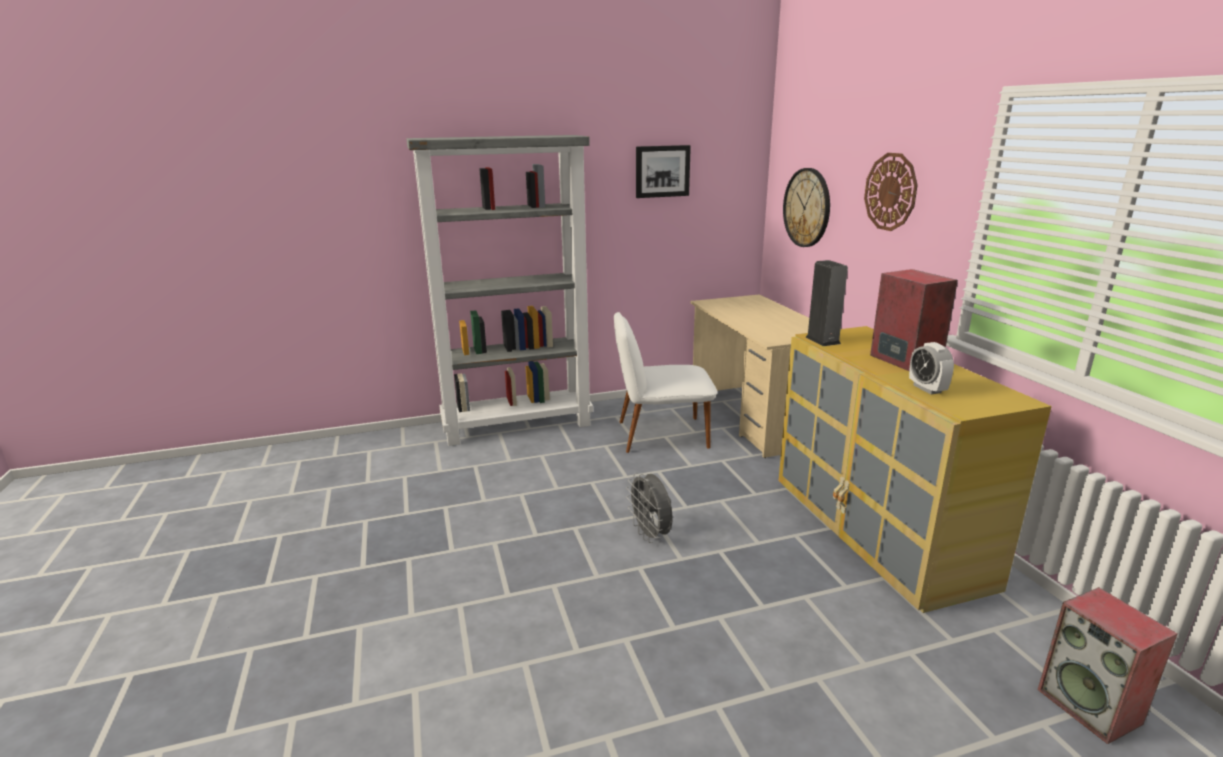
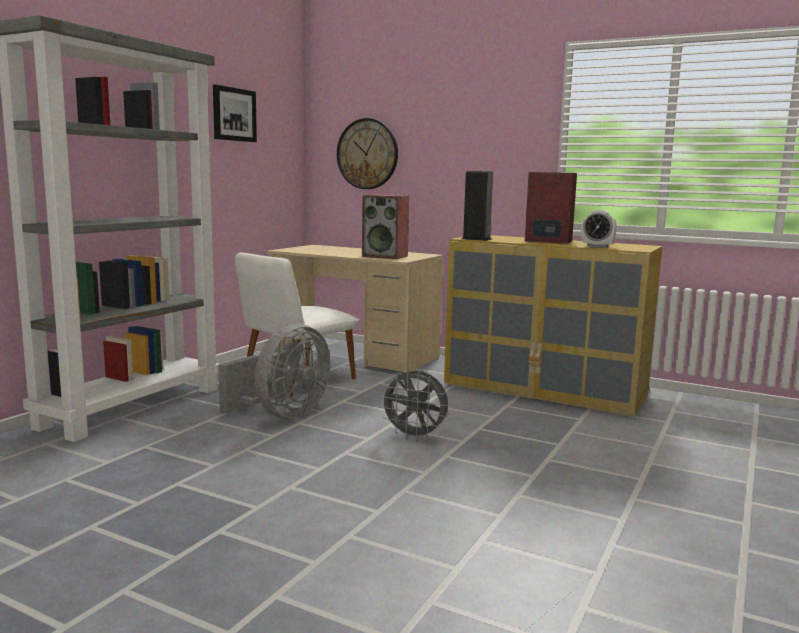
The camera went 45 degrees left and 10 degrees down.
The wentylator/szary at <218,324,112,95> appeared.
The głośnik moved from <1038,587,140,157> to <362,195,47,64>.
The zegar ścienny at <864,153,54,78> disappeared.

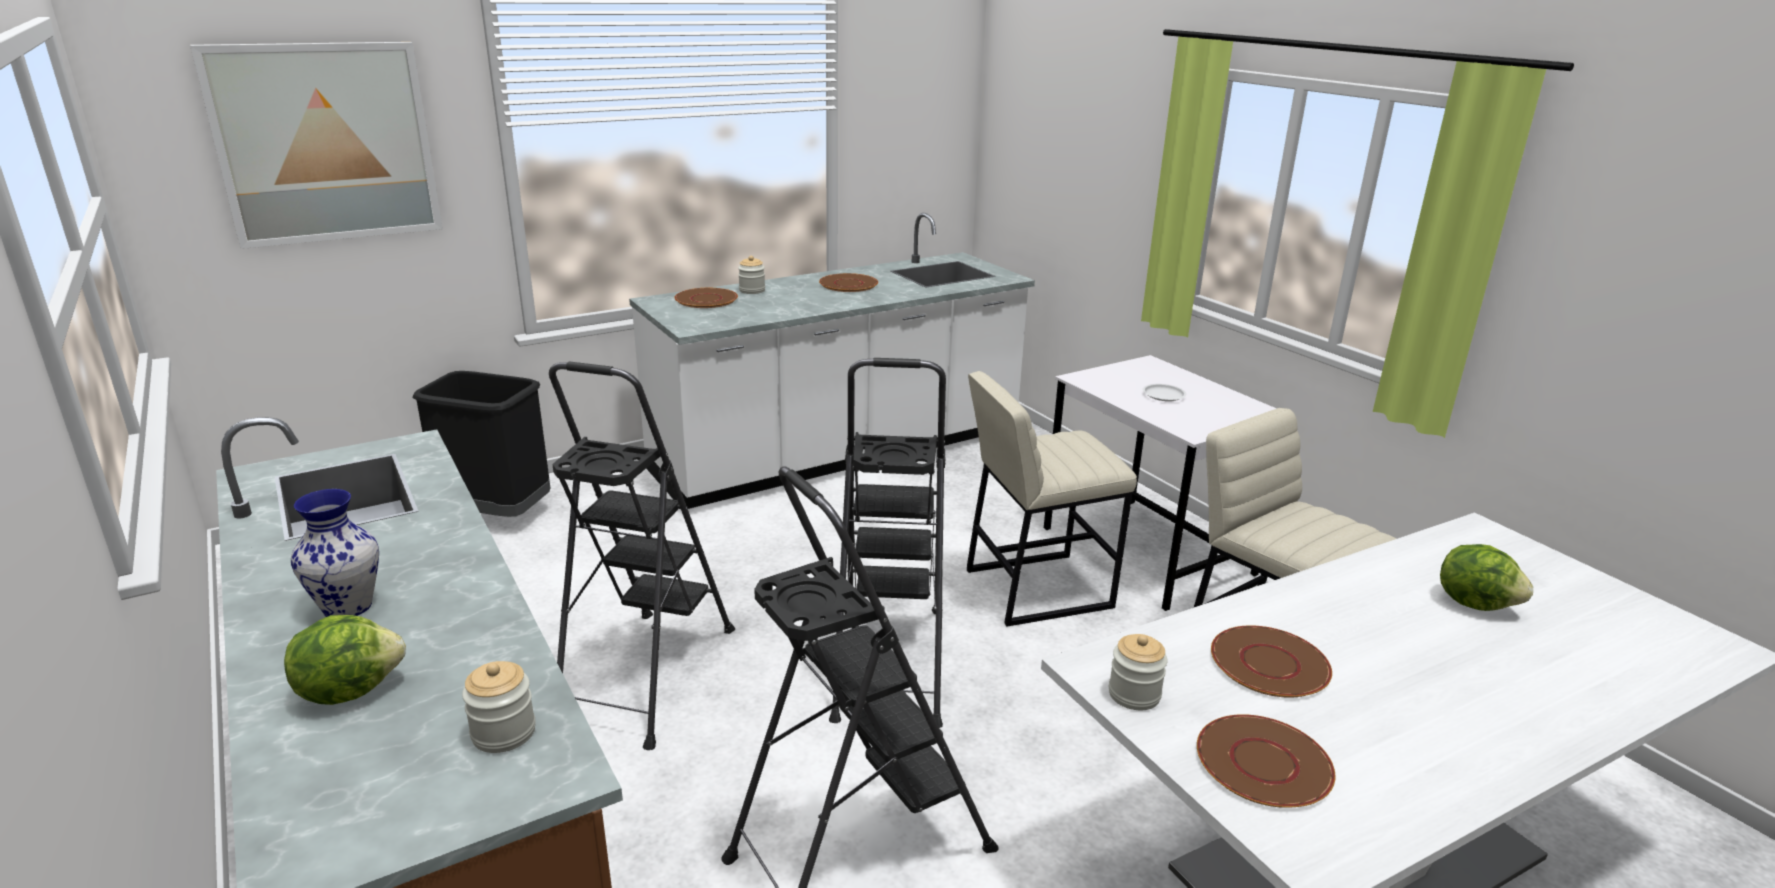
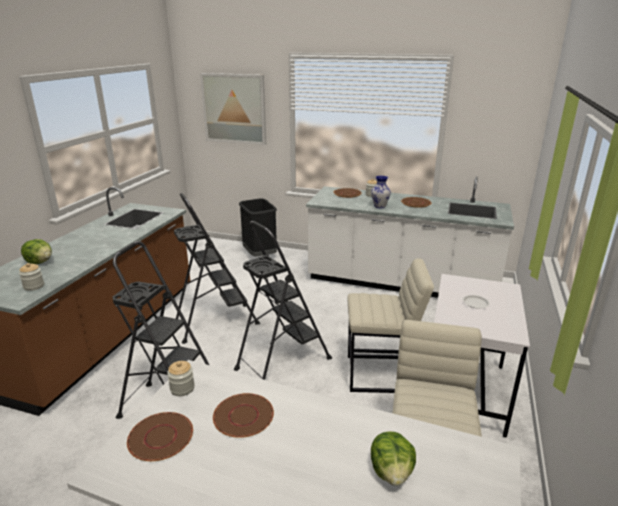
The camera went 50 degrees right and 0 degrees up.
The krzesło/beżowy at <967,371,170,256> turned 150 degrees clockwise.
The wazon moved from <291,489,88,128> to <371,176,20,32>.

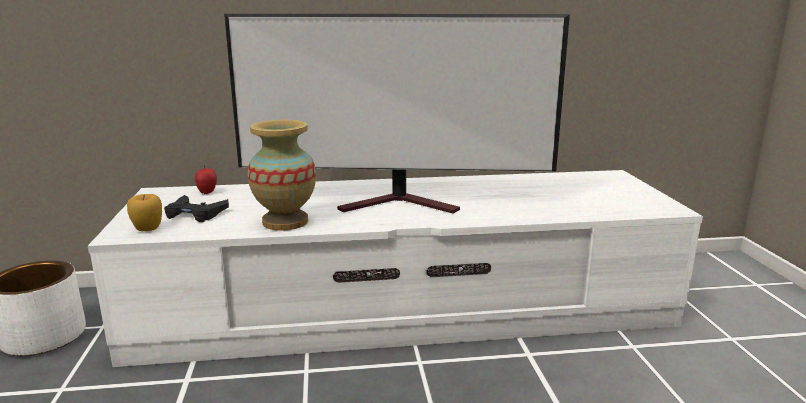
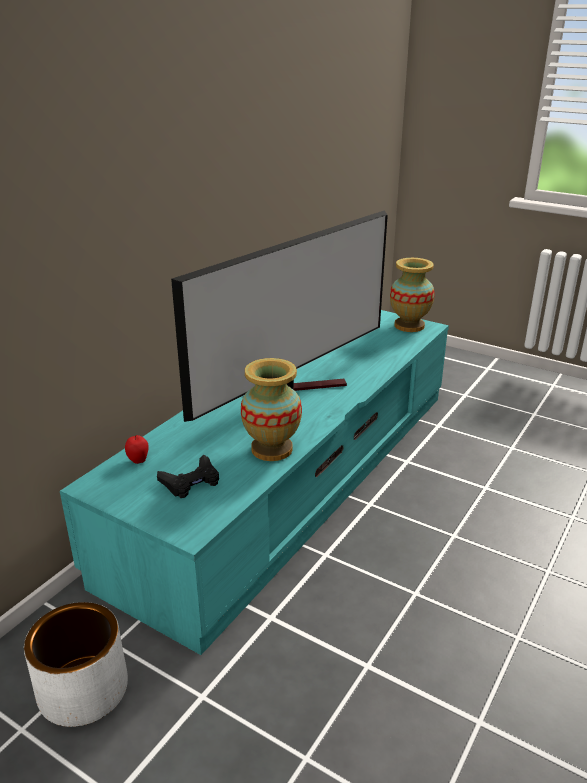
The camera went 50 degrees left and 10 degrees up.
The szafka pod telewizor/biały at <88,170,615,197> became the szafka pod telewizor/turkusowy at <60,310,389,345>.
The wazon at <390,258,45,74> appeared.
The jabłko at <127,194,35,37> disappeared.

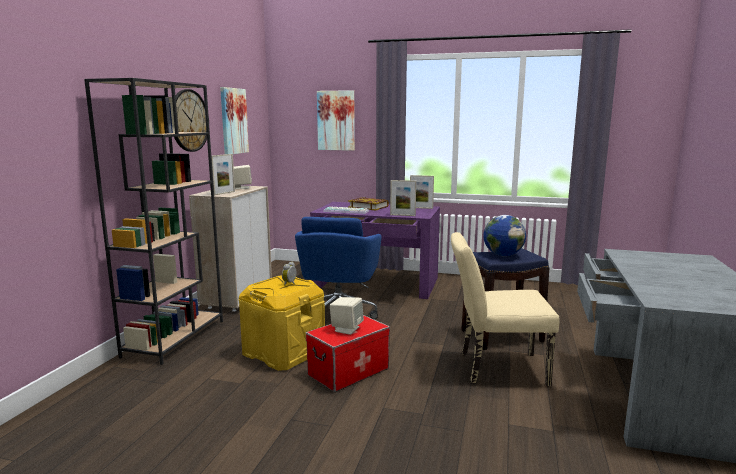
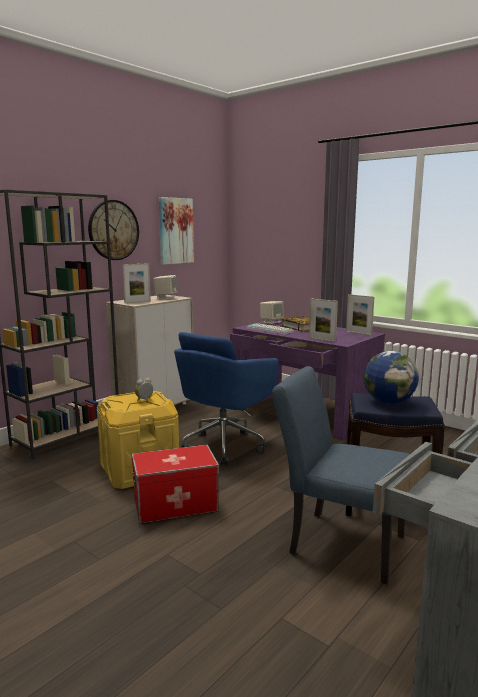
The camera went 25 degrees right and 0 degrees up.
The głośnik/beżowy moved from <330,297,34,38> to <260,301,24,23>.
The krzesło/beżowy at <451,232,108,154> became the krzesło/niebieski at <272,366,138,219>.
The obraz at <317,90,38,61> disappeared.

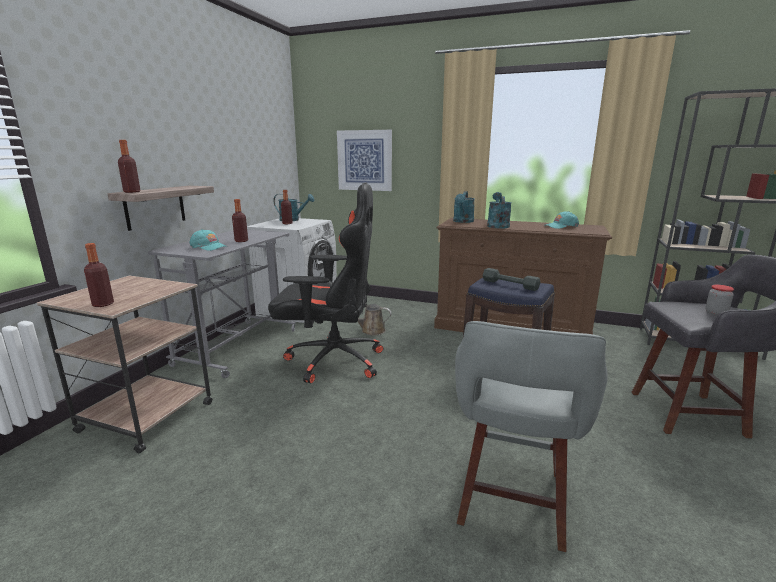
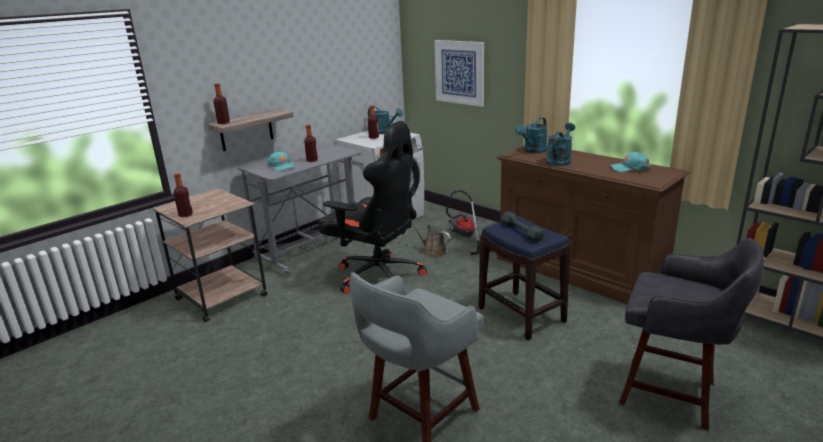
The camera went 25 degrees right and 5 degrees up.
The odkurzacz at <446,190,47,65> appeared.
The słoik at <706,285,28,31> disappeared.

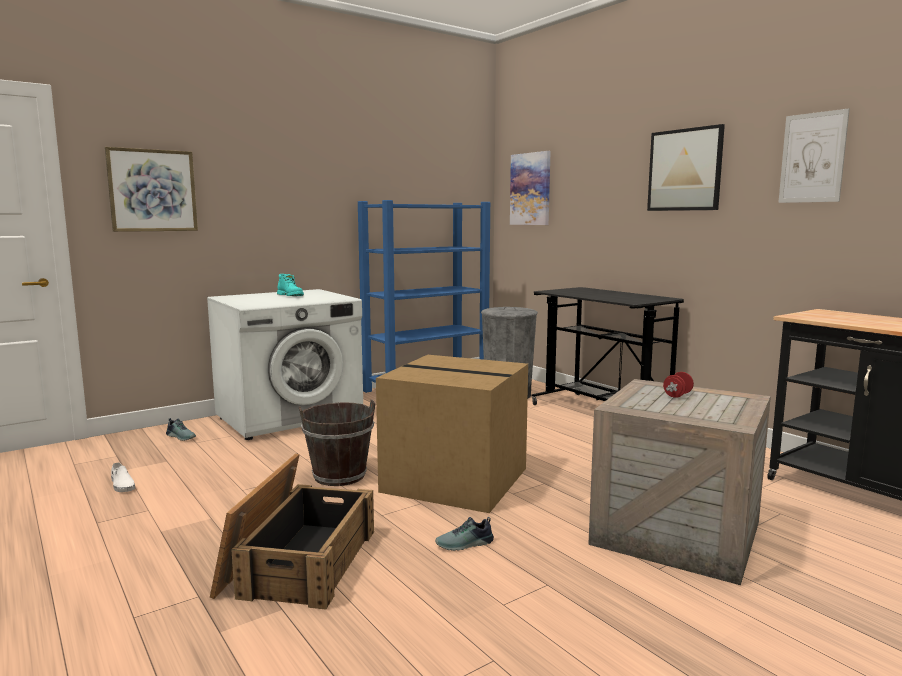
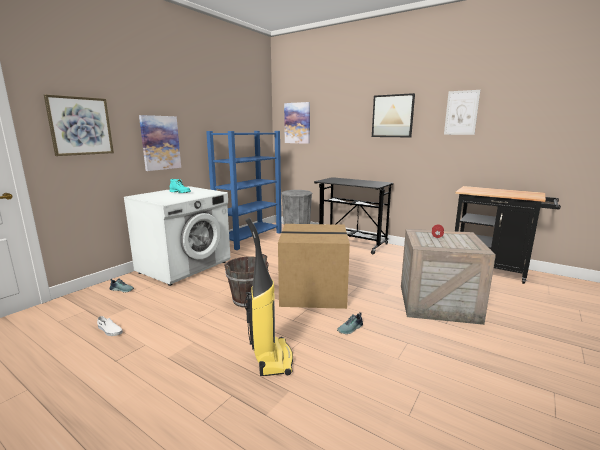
The camera went 20 degrees left and 5 degrees up.
The obraz at <139,115,42,56> appeared.
The skrzynka at <210,453,164,157> was replaced by the odkurzacz at <244,218,49,158>.

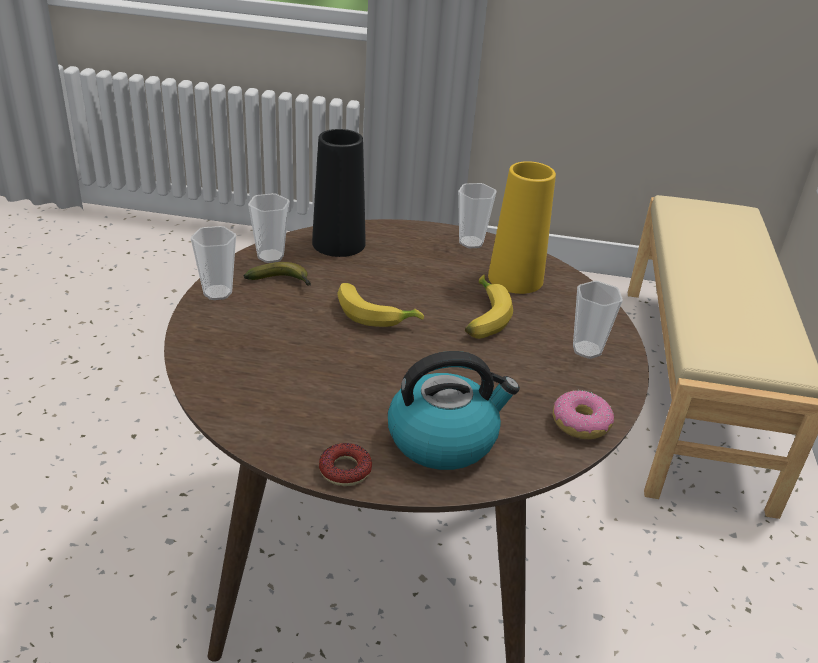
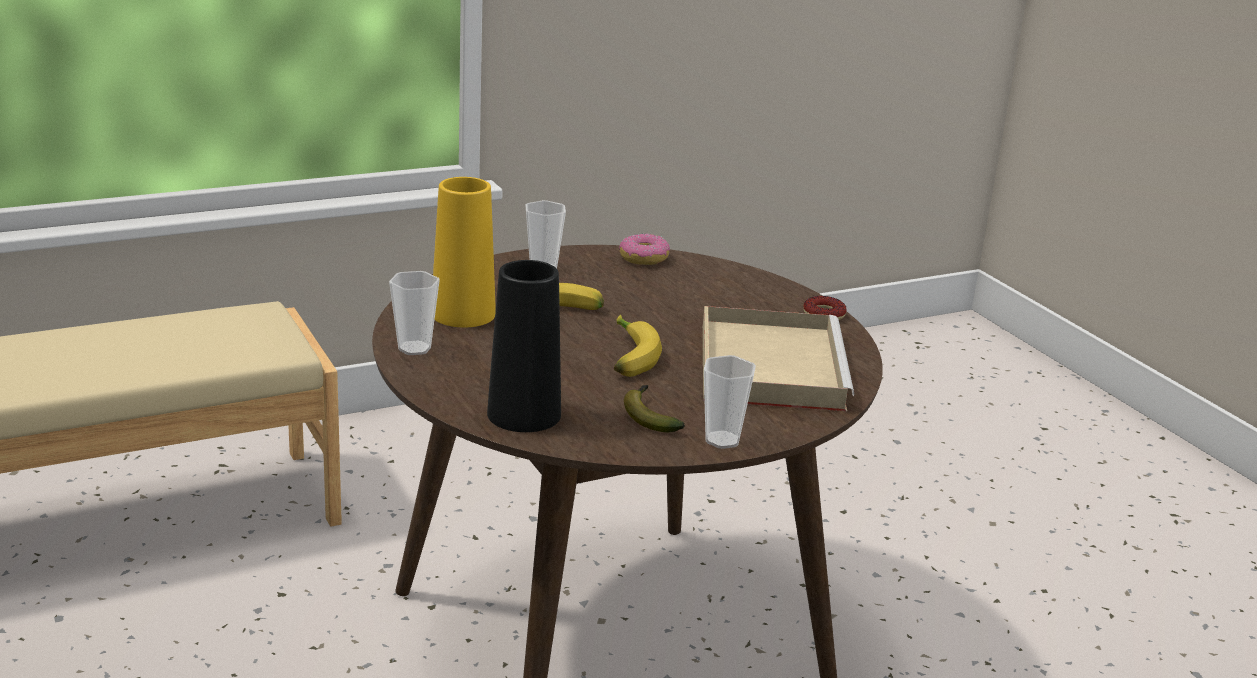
The camera went 125 degrees left and 10 degrees down.
The taca/beżowy at <703,306,151,105> appeared.
The filiżanka at <248,193,42,70> disappeared.
The czajnik at <388,351,132,119> disappeared.

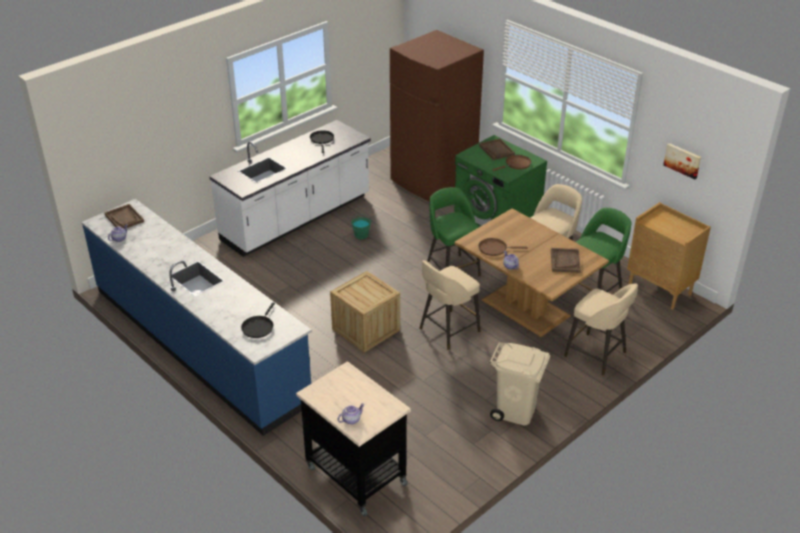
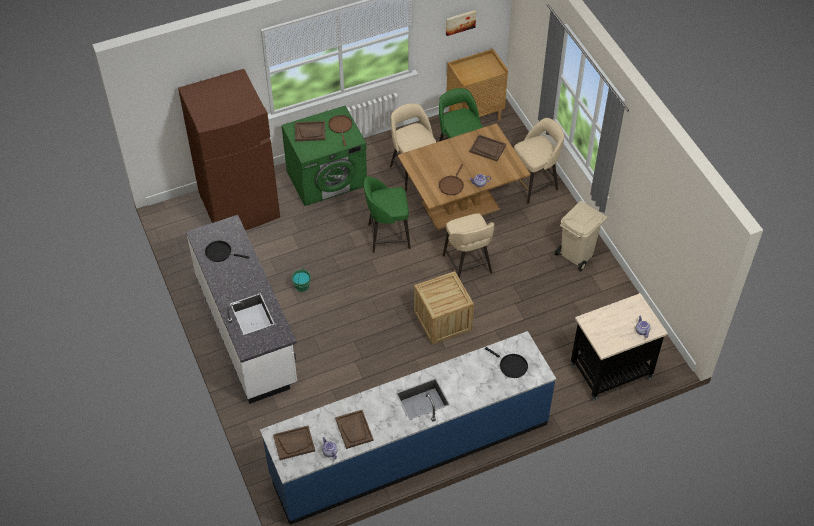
The camera went 70 degrees left and 15 degrees up.
The taca/brązowy at <335,410,38,39> appeared.

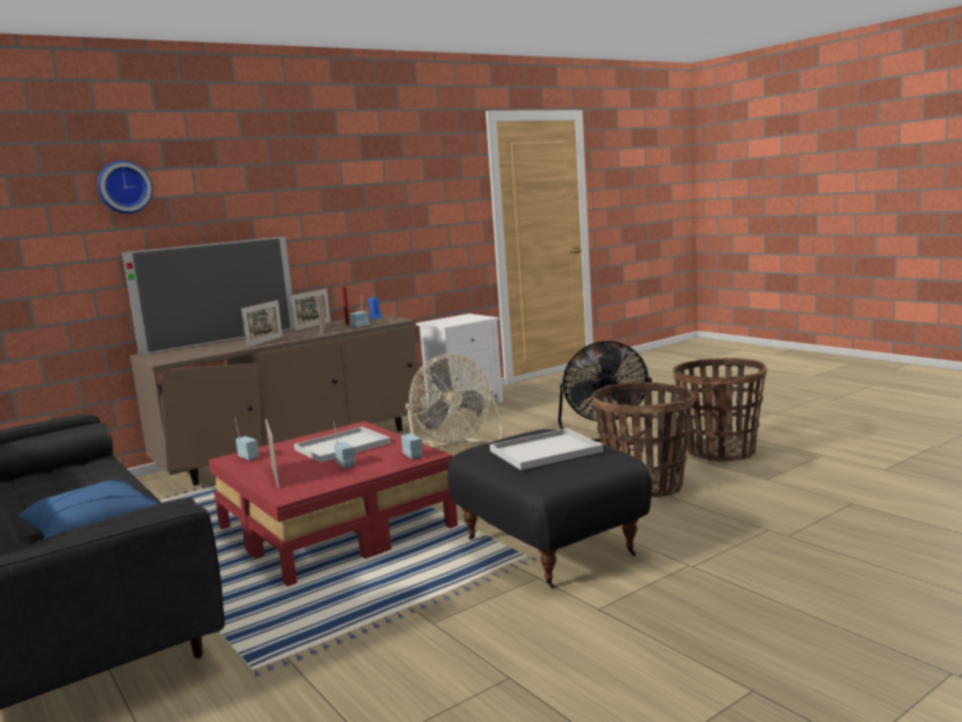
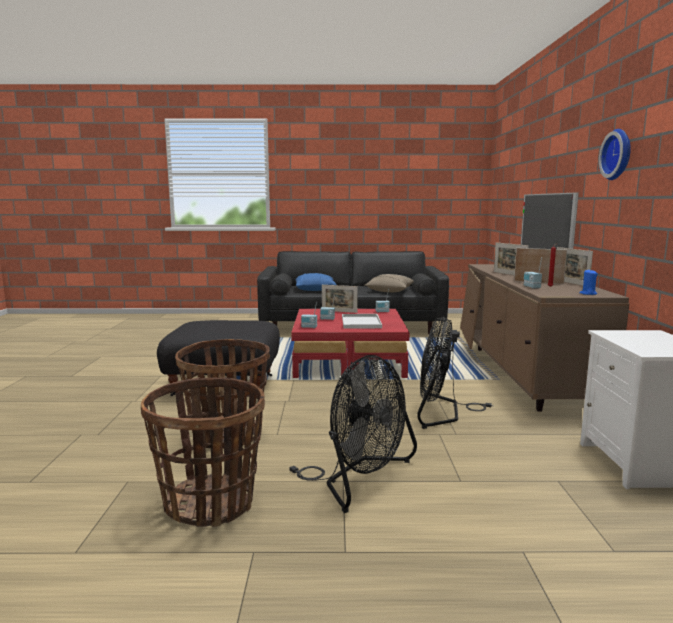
The camera went 125 degrees right and 0 degrees up.
The poduszka/beżowy at <365,274,49,18> appeared.
The wentylator/beżowy at <405,354,99,94> became the wentylator/czarny at <417,317,77,112>.
The zegar ścienny moved from <97,161,56,53> to <599,129,32,51>.
The taca/biały at <490,428,113,42> disappeared.

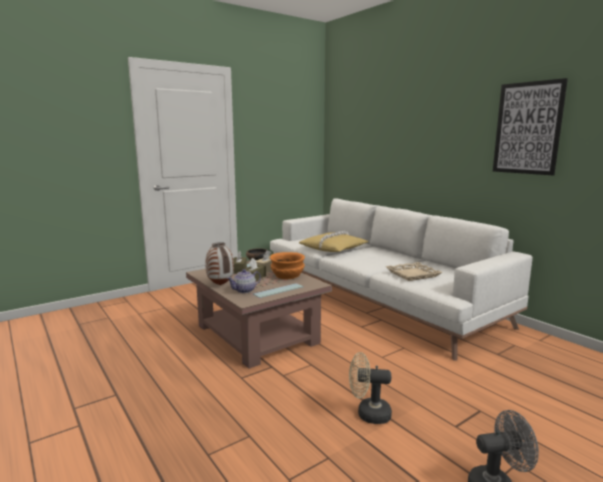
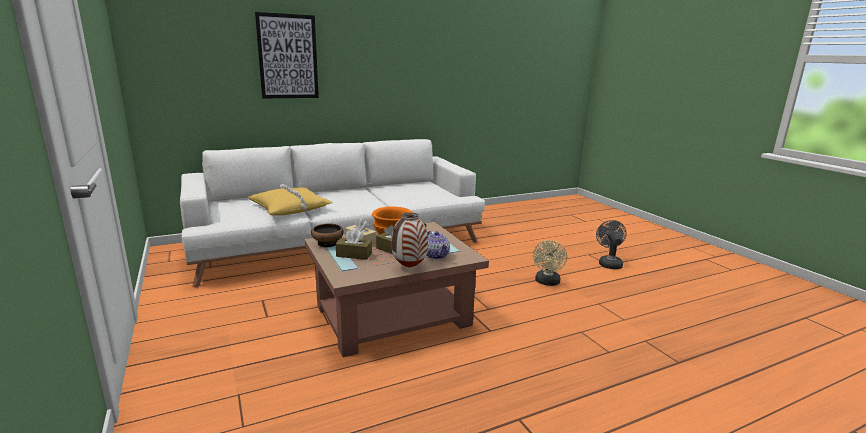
The camera went 80 degrees left and 5 degrees up.
The obraz moved from <493,78,75,97> to <255,12,64,87>.
The taca/beżowy at <386,262,57,19> disappeared.

